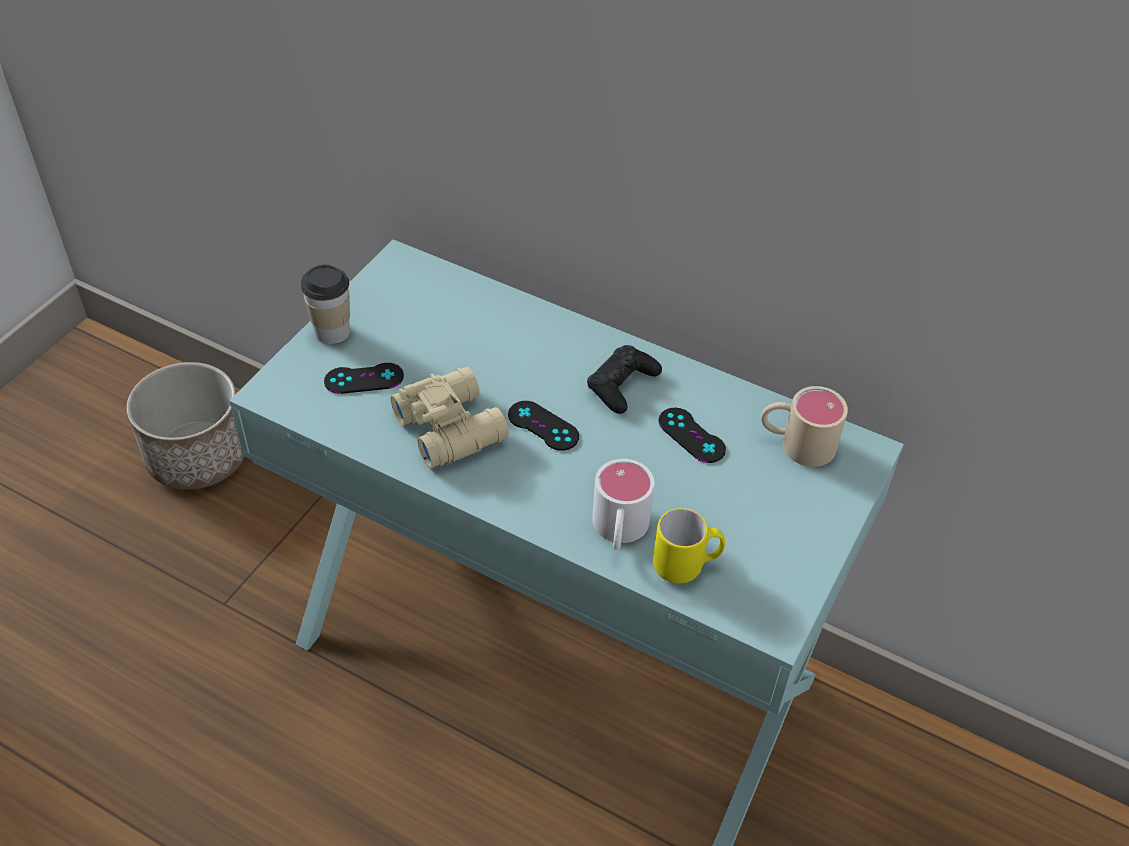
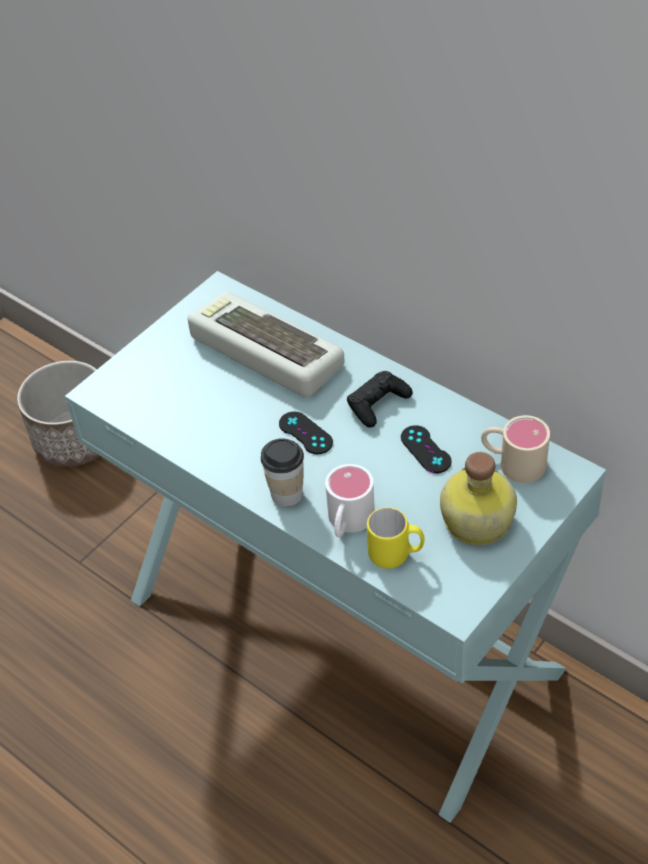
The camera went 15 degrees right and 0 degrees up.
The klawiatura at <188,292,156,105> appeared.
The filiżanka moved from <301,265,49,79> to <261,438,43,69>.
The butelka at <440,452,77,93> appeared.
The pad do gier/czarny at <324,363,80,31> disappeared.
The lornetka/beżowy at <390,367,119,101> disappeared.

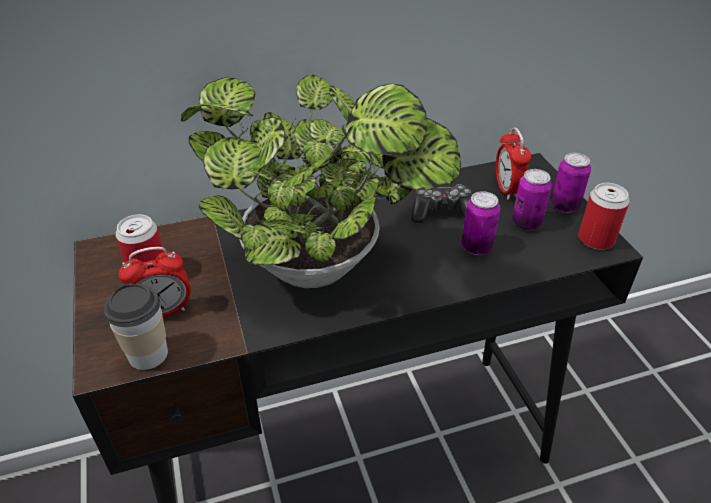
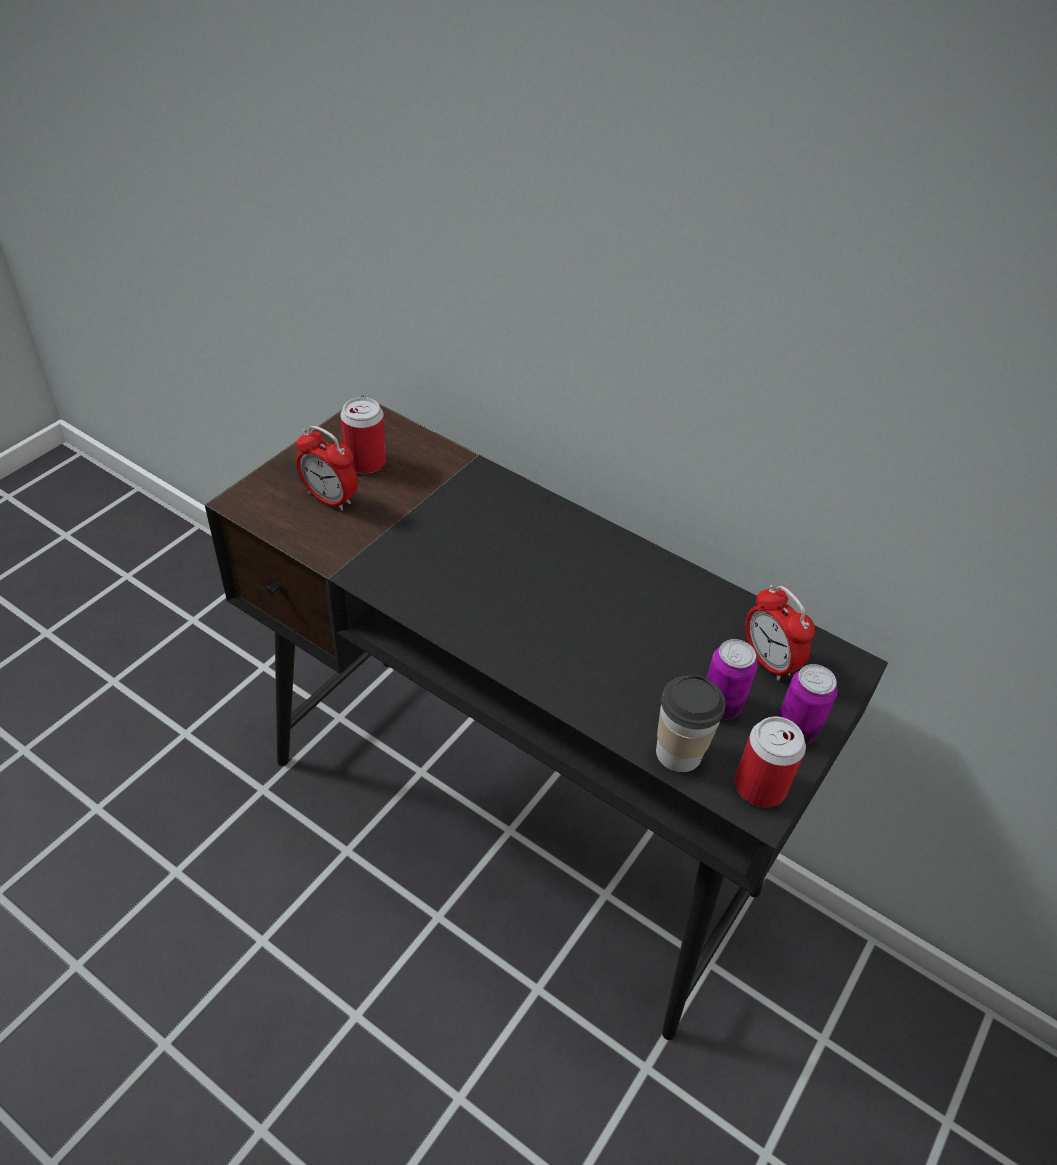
The camera went 50 degrees right and 5 degrees up.
The filiżanka moved from <103,284,65,86> to <656,674,70,98>.
The budzik at <496,127,35,73> turned 75 degrees counterclockwise.
The roślina doniczkowa at <181,75,280,213> disappeared.
The pad do gier at <411,184,61,39> disappeared.
The puszka at <461,191,39,64> disappeared.

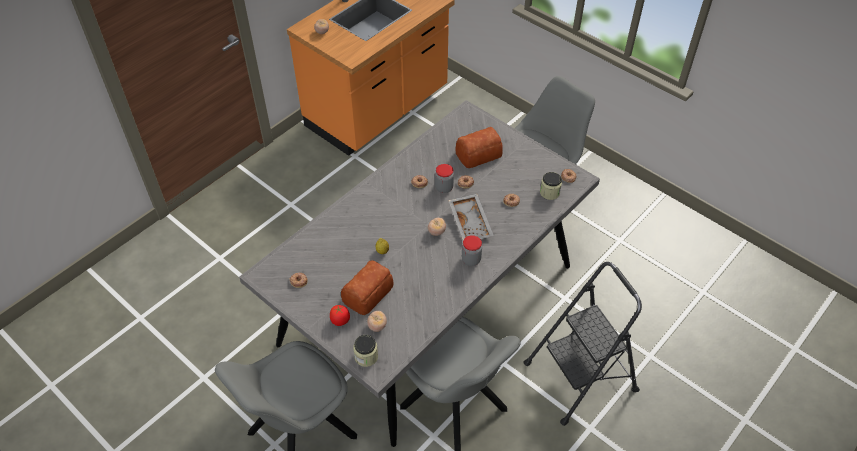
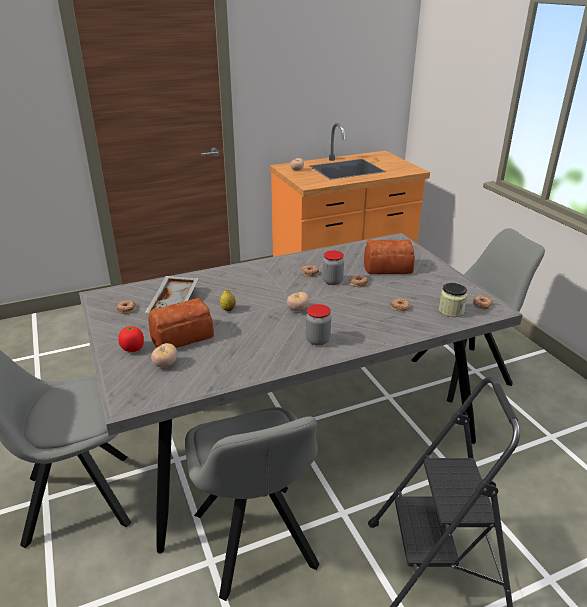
The camera went 25 degrees right and 20 degrees down.
The taca/szary moved from <448,194,46,46> to <145,276,54,37>.
The słoik at <353,335,25,32> disappeared.

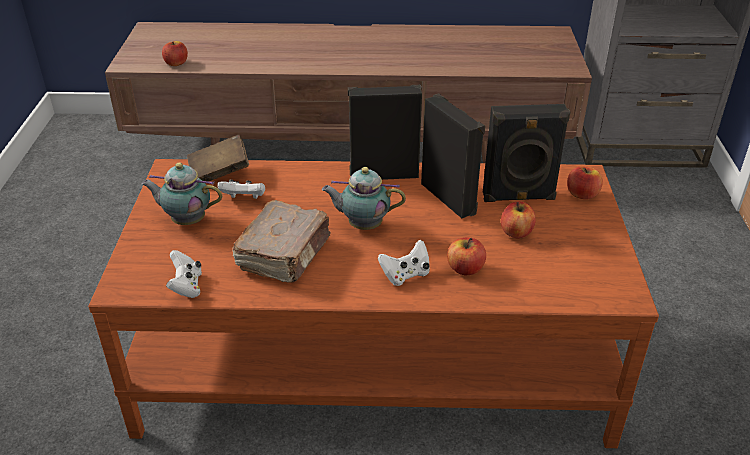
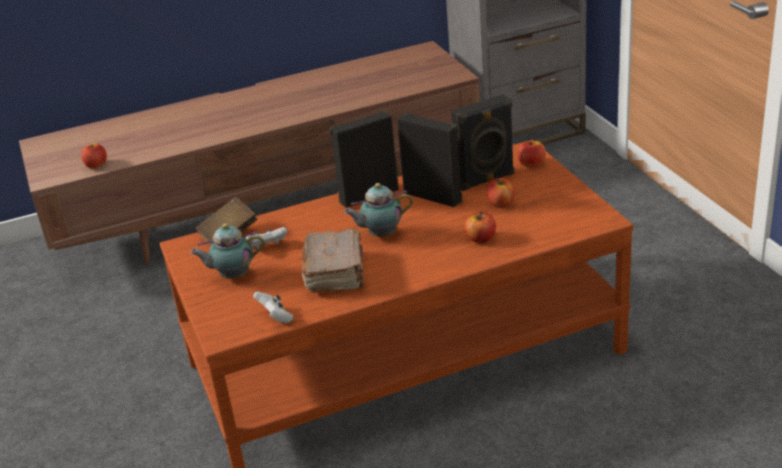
The camera went 20 degrees left and 5 degrees down.
The pad do gier/biały at <378,240,52,46> disappeared.

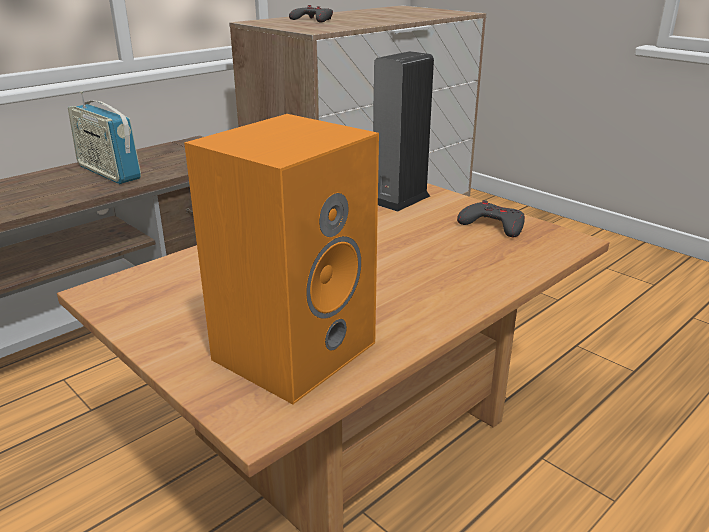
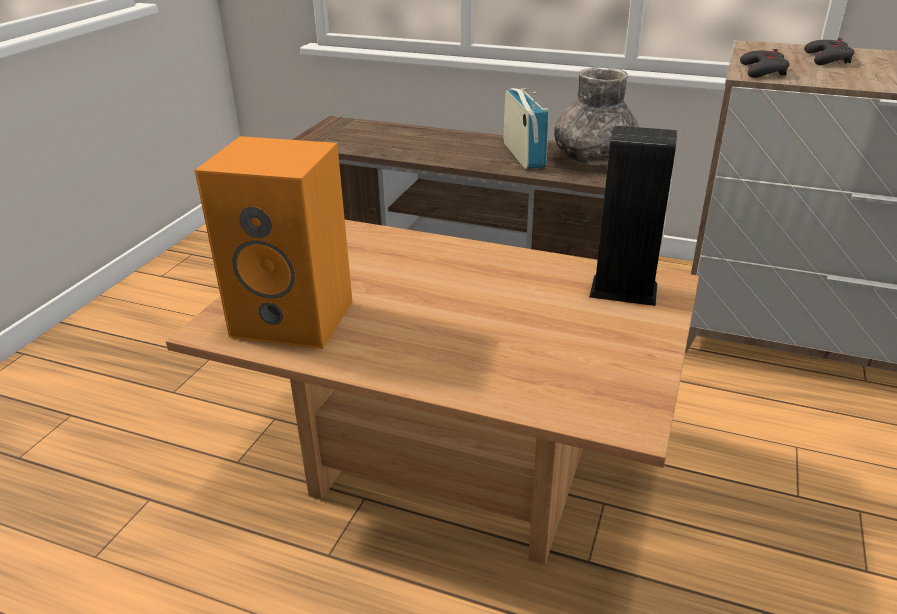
The camera went 65 degrees right and 5 degrees up.
The radio at <68,91,73,93> turned 150 degrees clockwise.
The wazon/szary at <554,67,85,99> appeared.
The pad do gier/szary moved from <457,200,68,37> to <740,49,50,29>.

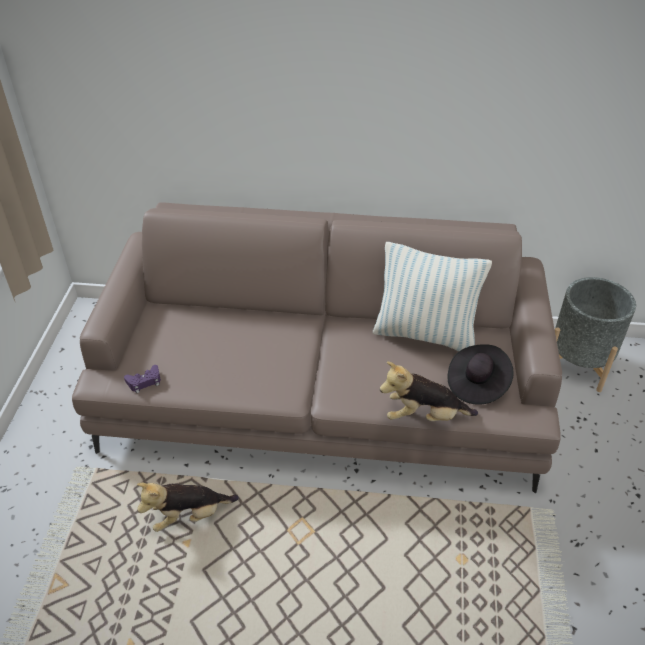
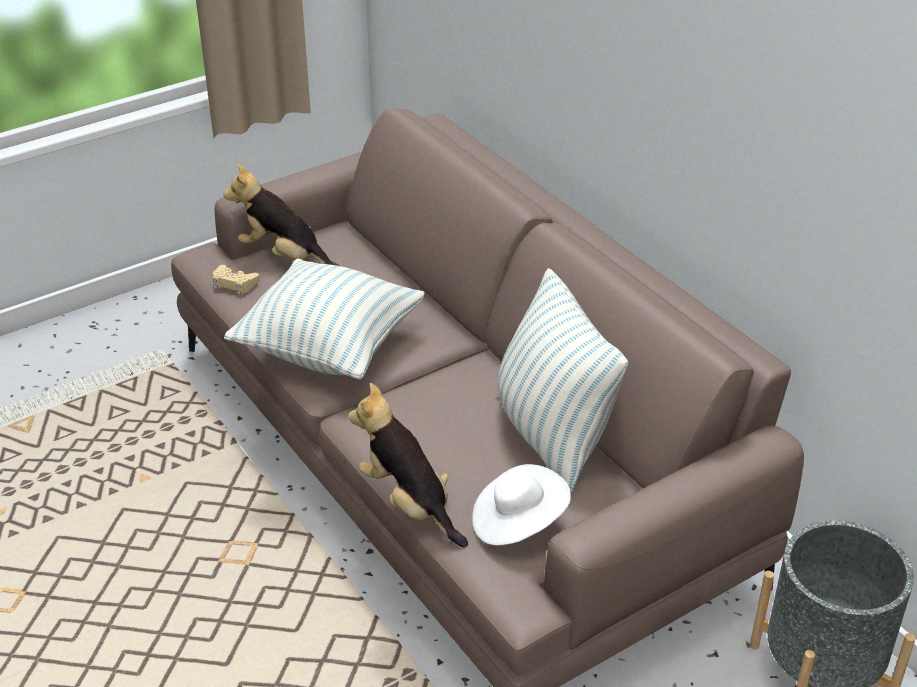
The camera went 50 degrees right and 5 degrees down.
The pad do gier/fioletowy at <124,365,37,28> became the pad do gier/beżowy at <213,265,47,30>.
The pluszak moved from <137,482,102,50> to <223,164,117,102>.
The poduszka at <224,258,201,121> appeared.
The kapelusz/czarny at <448,344,66,61> became the kapelusz/biały at <472,464,99,82>.

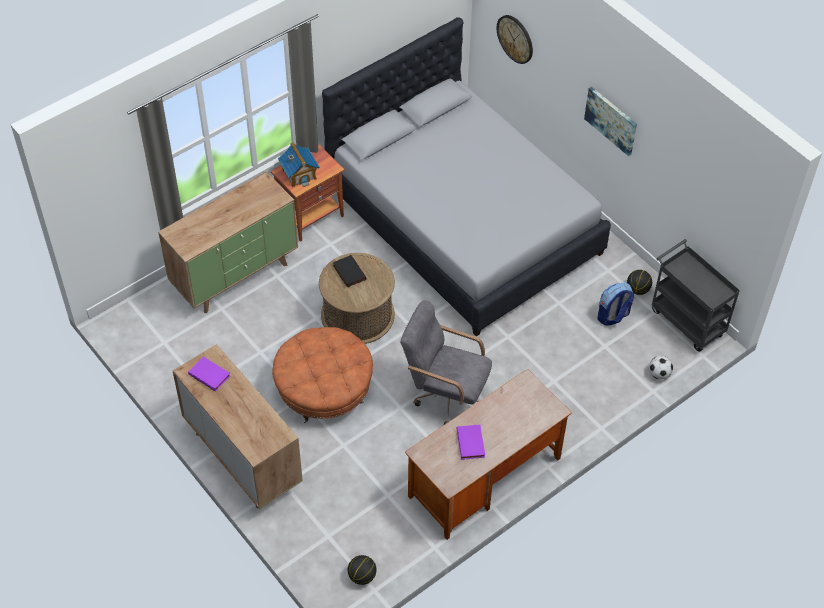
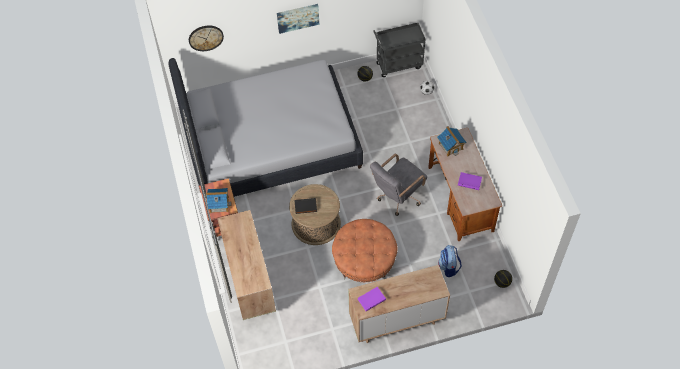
The camera went 65 degrees left and 5 degrees up.
The domek at <437,126,30,31> appeared.
The plecak moved from <597,282,37,44> to <438,245,24,32>.

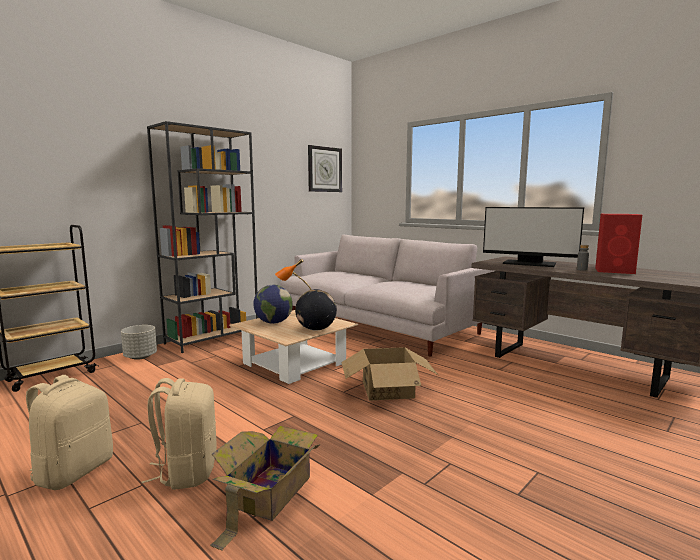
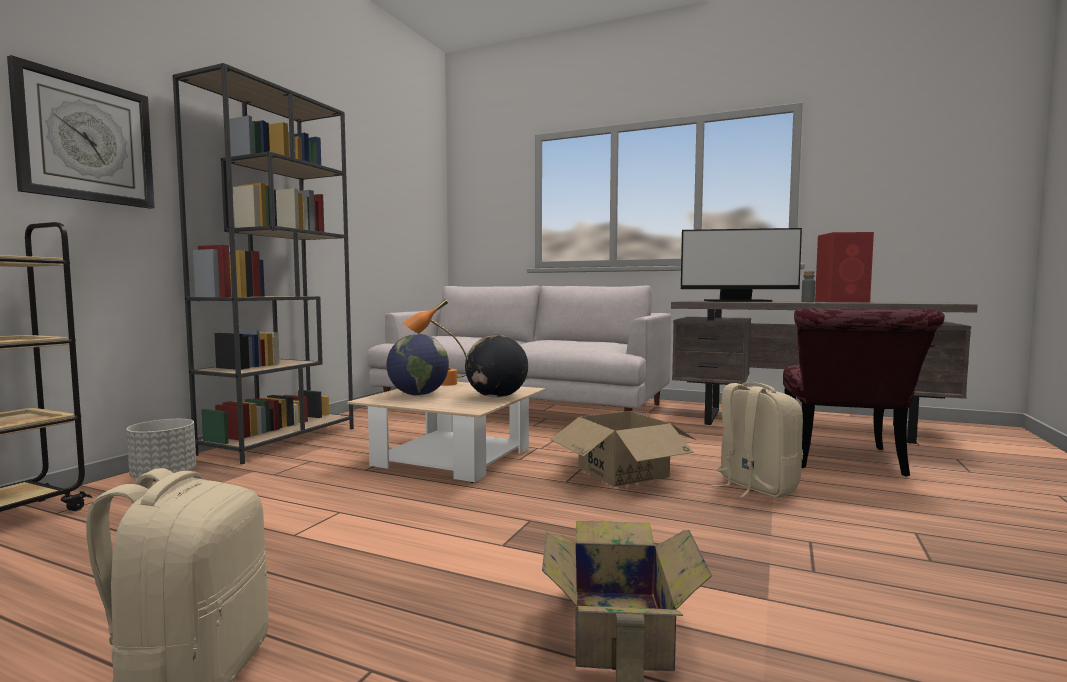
The camera went 20 degrees left and 5 degrees down.
The zegar ścienny moved from <308,145,34,47> to <7,55,148,154>.
The plecak/beżowy moved from <142,378,75,112> to <711,382,92,116>.
The krzesło/czerwony at <783,308,162,169> appeared.

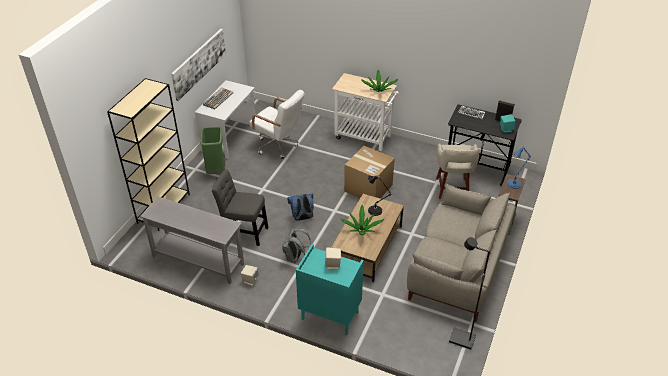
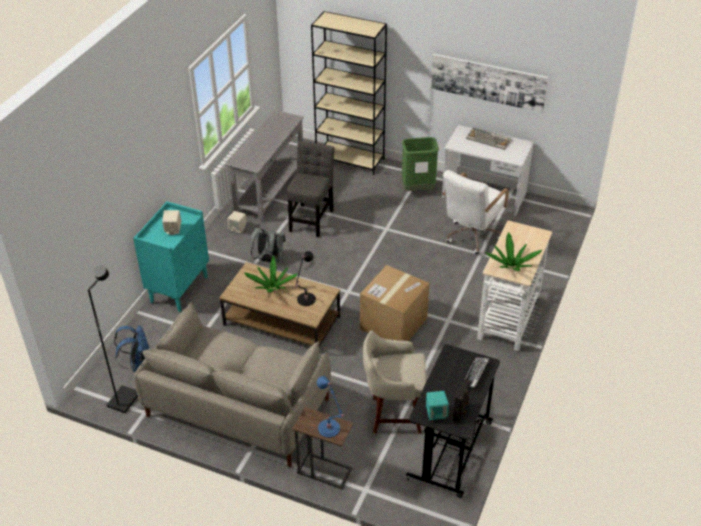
The camera went 90 degrees right and 0 degrees up.
The plecak/niebieski moved from <287,193,27,28> to <114,325,35,47>.

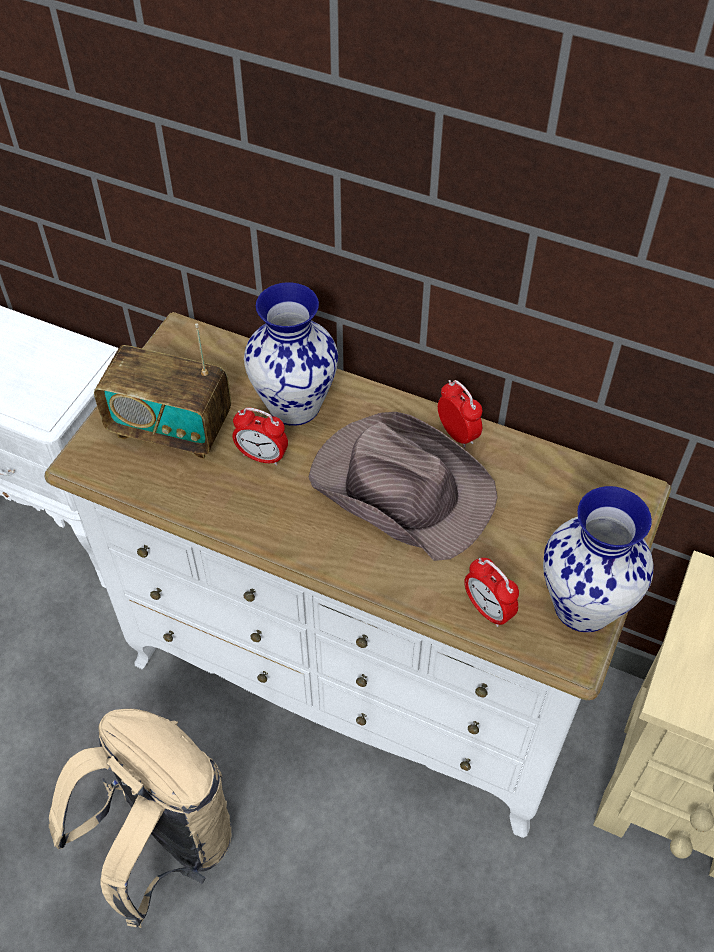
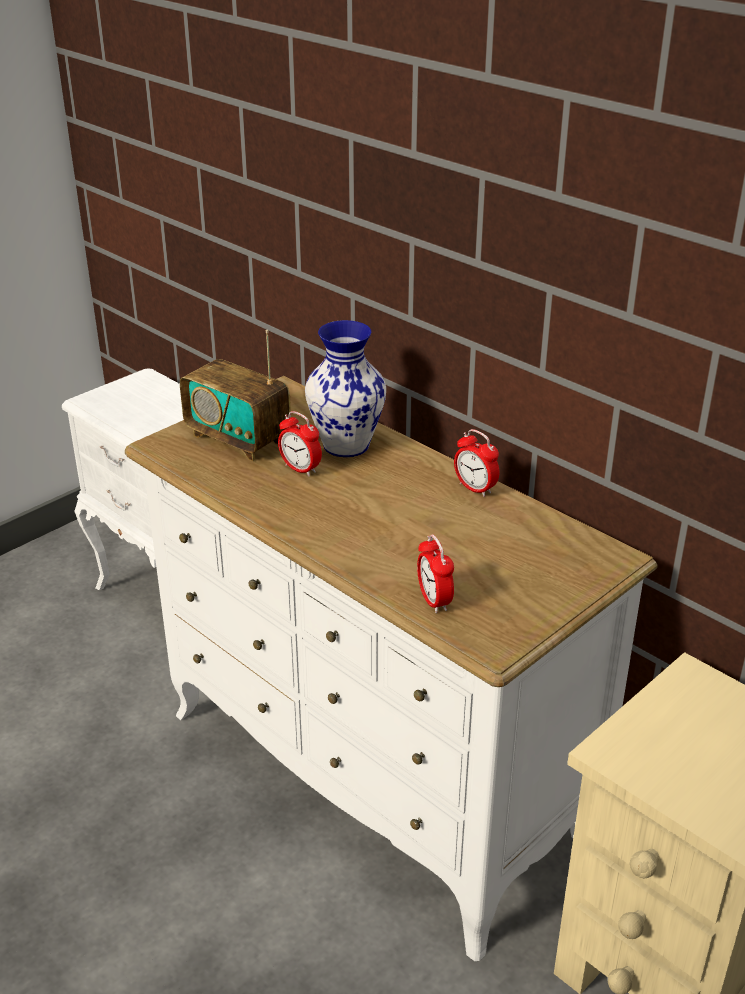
The camera went 20 degrees right and 20 degrees down.
The budzik at <438,380,44,68> turned 150 degrees clockwise.
The plecak/beżowy at <49,709,182,219> disappeared.
The kapelusz/brązowy at <309,412,189,149> disappeared.
The wazon at <543,486,110,146> disappeared.

